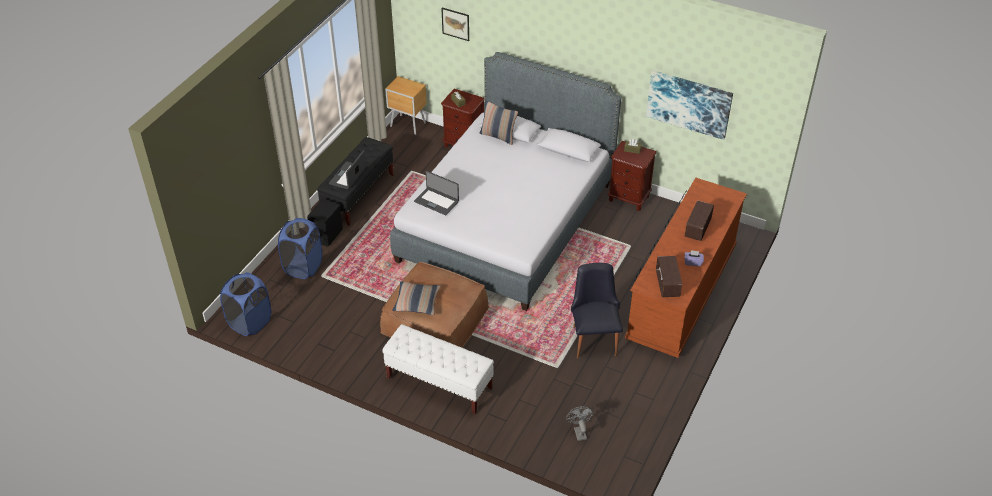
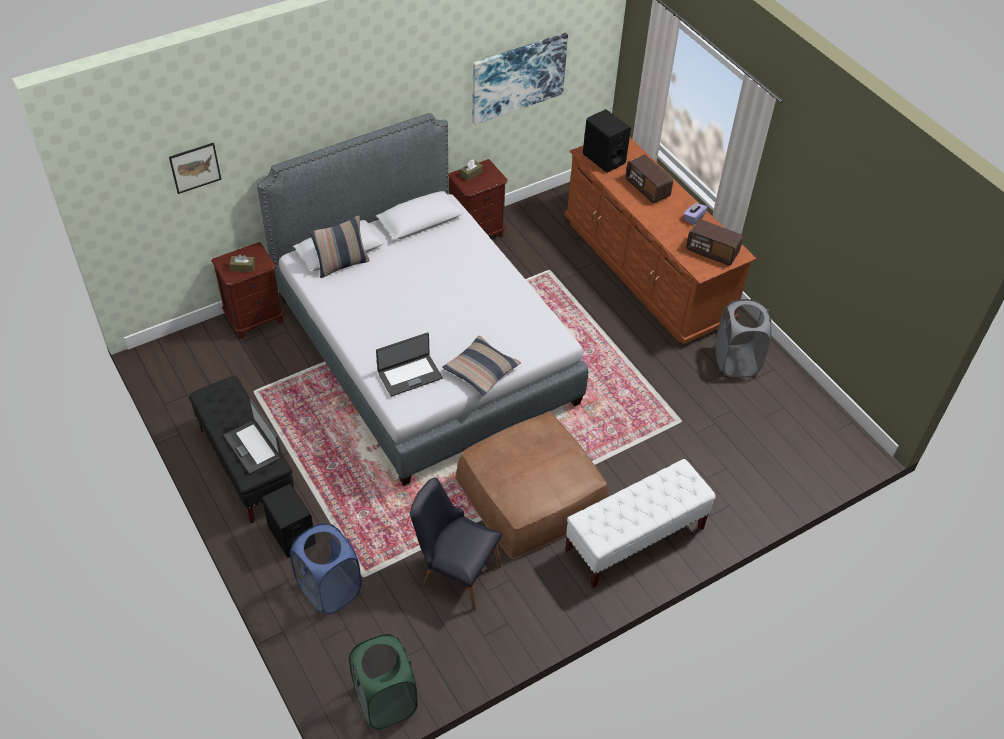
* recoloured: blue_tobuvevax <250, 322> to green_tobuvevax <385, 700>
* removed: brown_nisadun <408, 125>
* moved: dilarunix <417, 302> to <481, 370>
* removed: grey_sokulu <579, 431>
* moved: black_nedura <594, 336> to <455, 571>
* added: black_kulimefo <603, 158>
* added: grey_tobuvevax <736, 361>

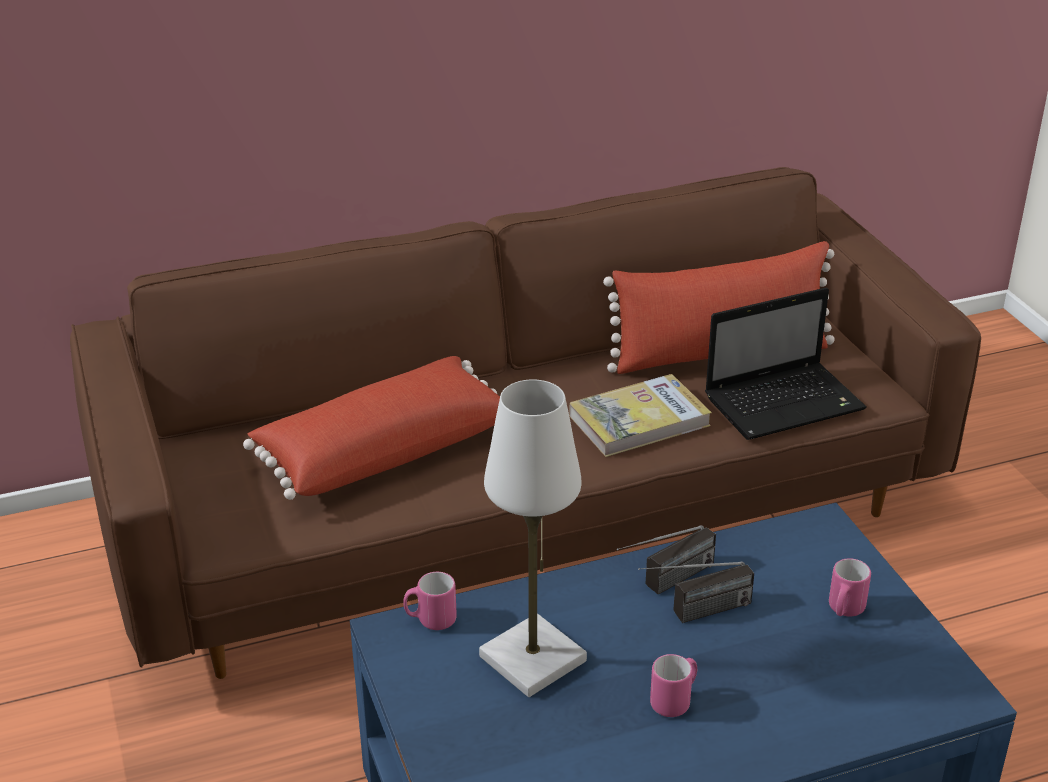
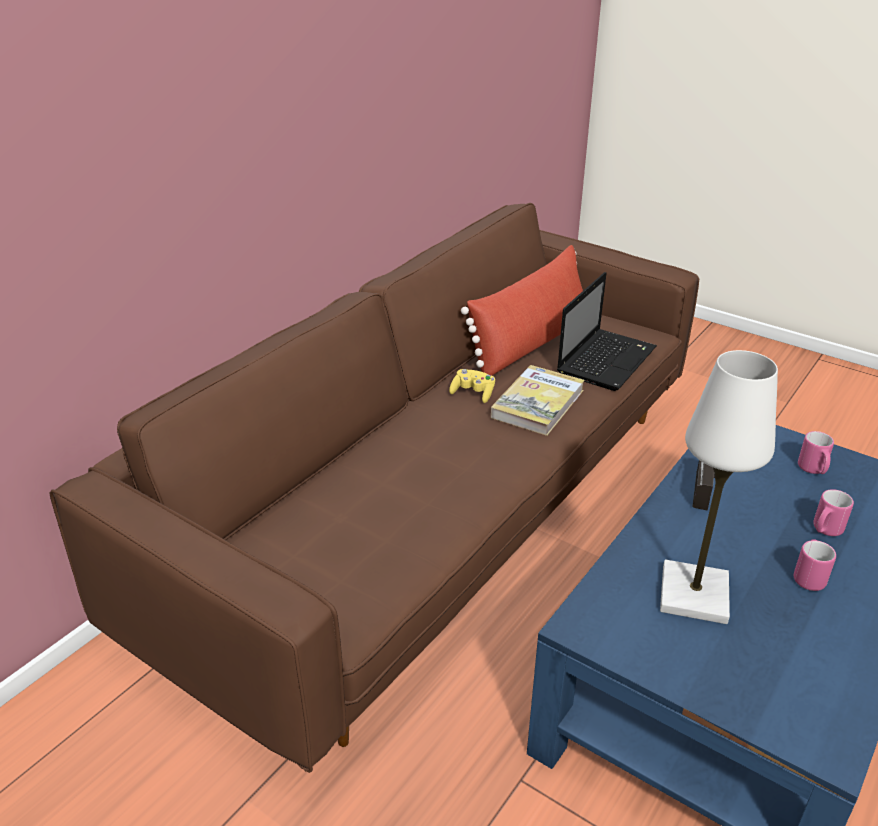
* removed: red_dilarunix <383, 450>
* moved: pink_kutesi <430, 620> to <825, 530>
* removed: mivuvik <694, 614>
* added: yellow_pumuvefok <473, 393>

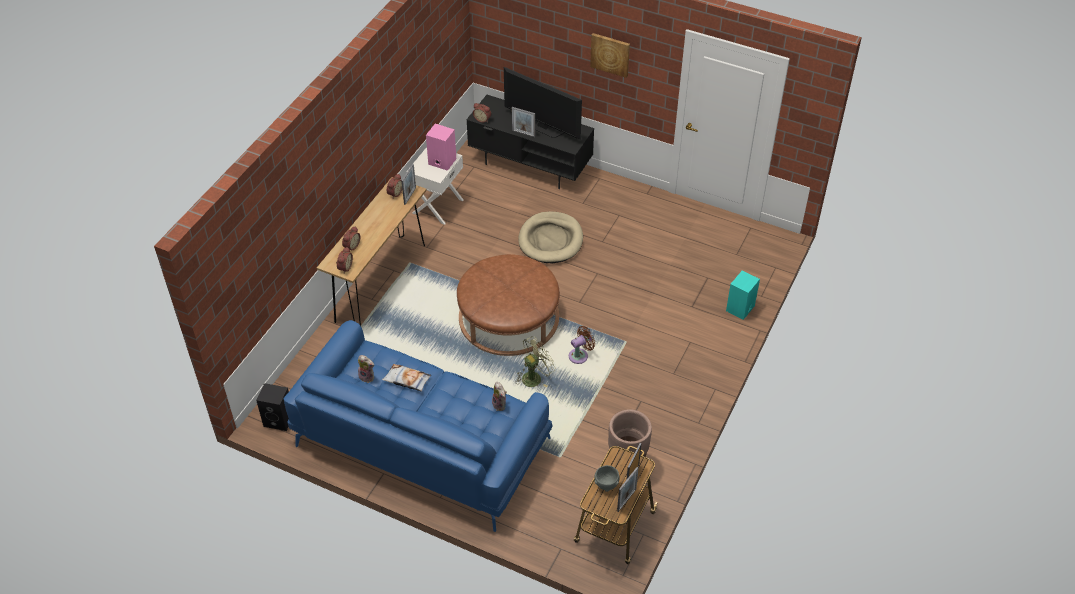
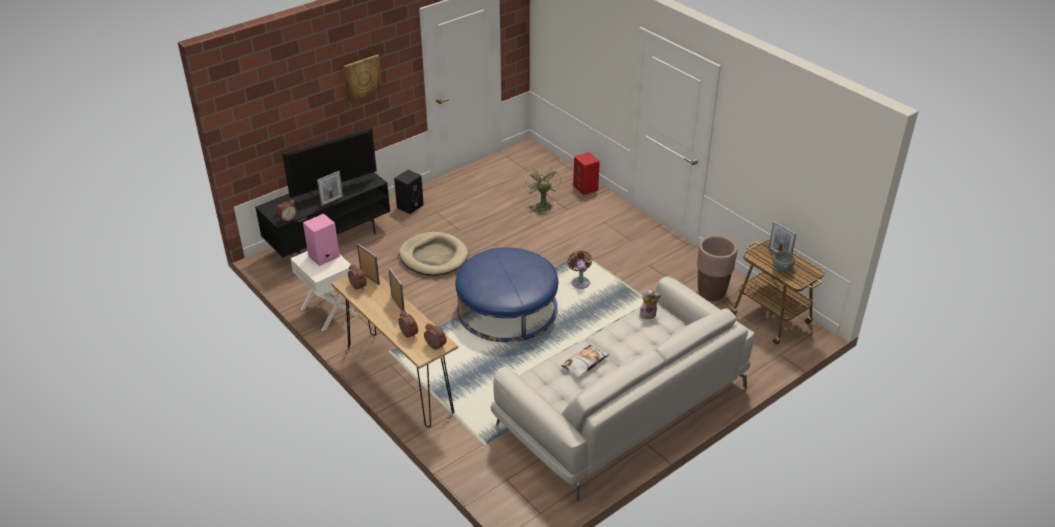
* moved: black_kulimefo <279, 419> to <410, 206>
* recoloured: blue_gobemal <421, 441> to white_gobemal <621, 407>
* removed: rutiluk <367, 376>
* recoloured: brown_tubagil <508, 317> to blue_tubagil <507, 308>
* moved: green_sokulu <534, 376> to <541, 204>
* moved: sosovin <626, 500> to <398, 304>
* recoloured: turquoise_kulimefo <740, 309> to red_kulimefo <586, 188>

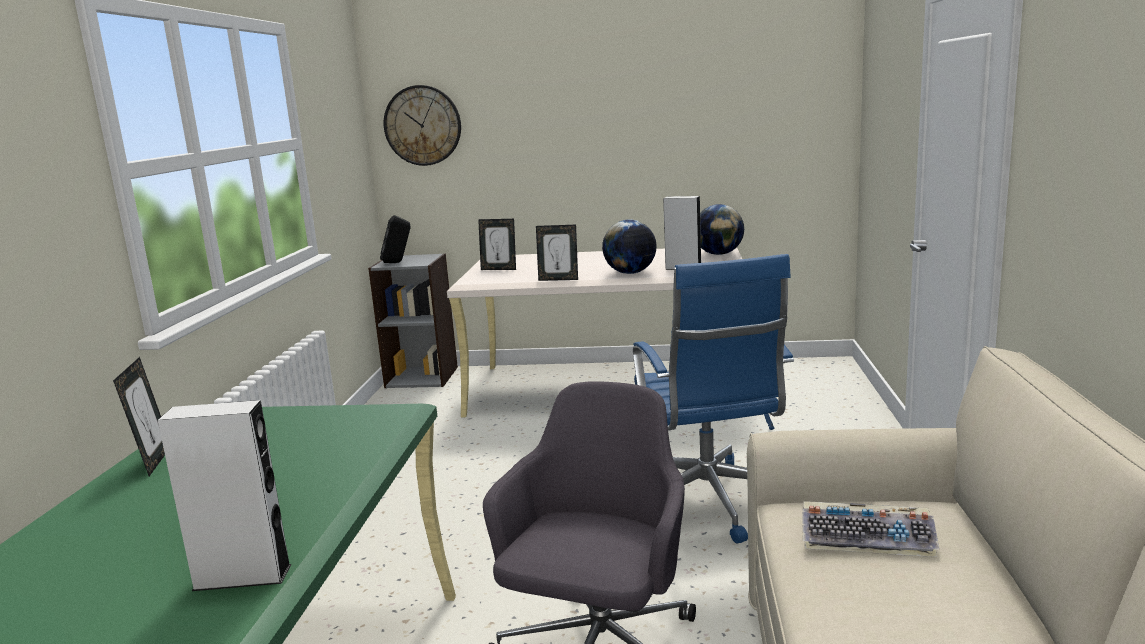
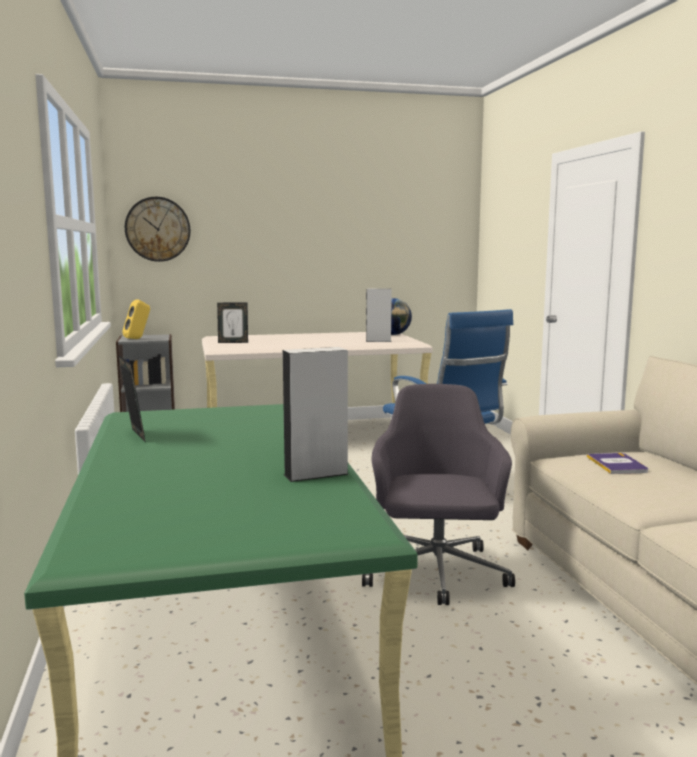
* recoloured: black_kulimefo <397, 262> to yellow_kulimefo <138, 338>
* removed: sosovin <558, 279>
* removed: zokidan <630, 273>
* replaced: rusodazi <868, 538> to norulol <617, 464>

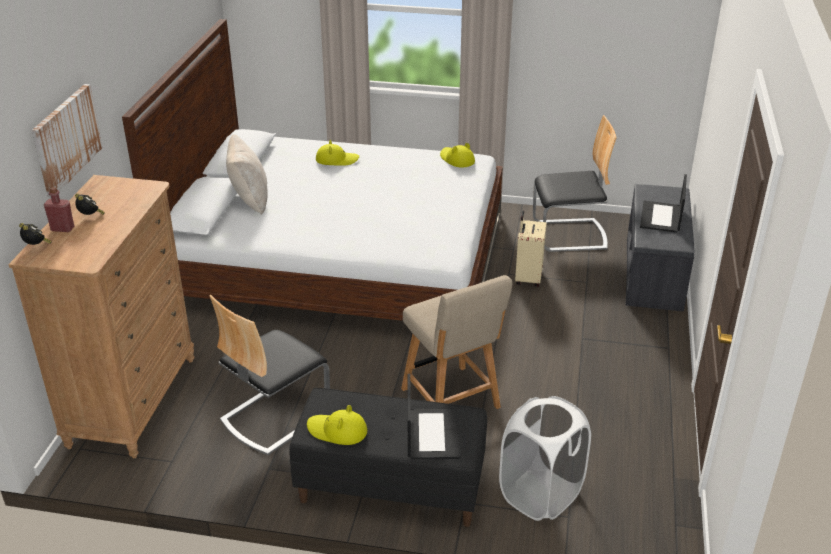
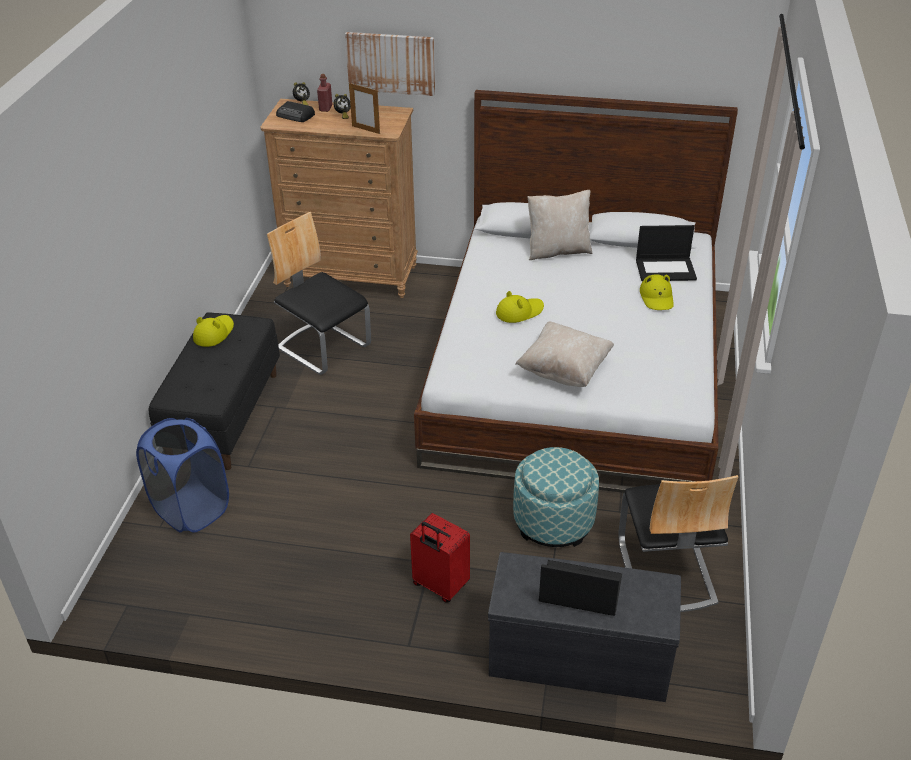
* removed: beige_nedura <452, 401>
* moved: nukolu <432, 433> to <666, 269>
* moved: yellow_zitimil <457, 159> to <519, 312>
* recoloured: white_tobuvevax <540, 495> to blue_tobuvevax <191, 509>
* replaced: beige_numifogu <527, 278> to tubagil <553, 521>
* added: mivuvik <296, 115>
* added: sosovin <366, 130>
* added: red_numifogu <439, 586>
* added: beige_dilarunix <564, 370>

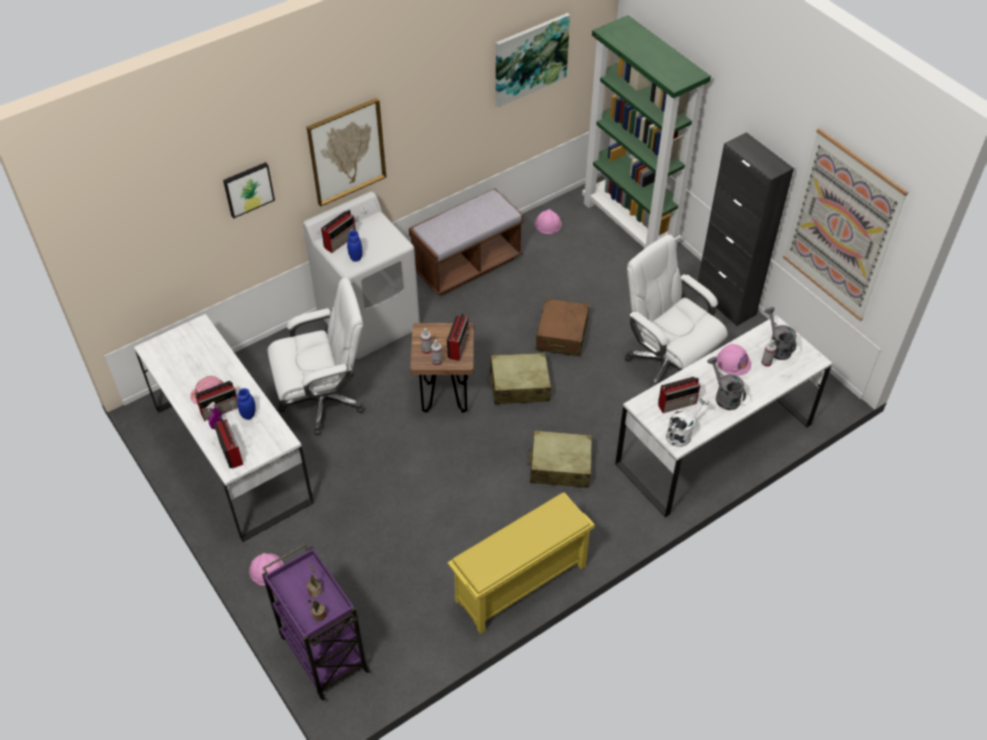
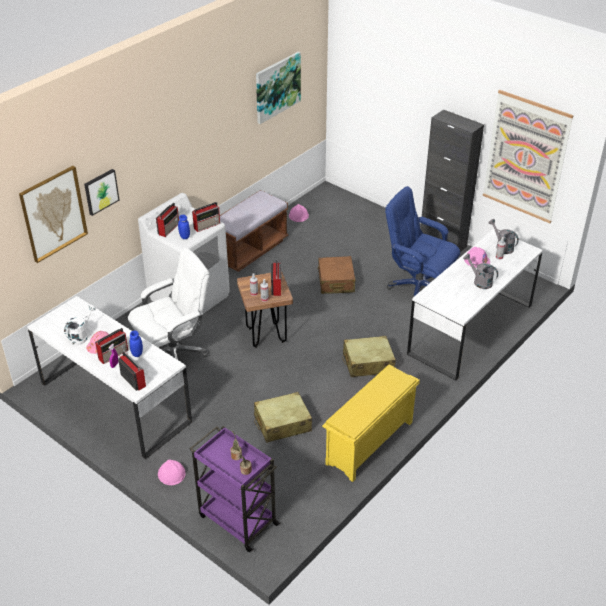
* moved: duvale <346, 151> to <53, 213>
* moved: beige_numifogu <519, 386> to <282, 424>
* removed: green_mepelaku <630, 225>
* recoloured: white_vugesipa <666, 364> to blue_vugesipa <417, 287>
* moved: mivuvik <678, 403> to <207, 225>
* moved: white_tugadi <682, 433> to <81, 336>

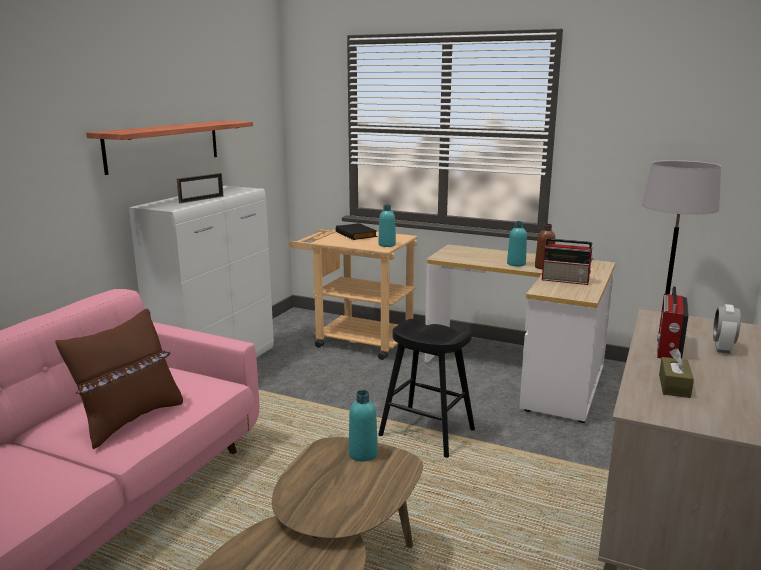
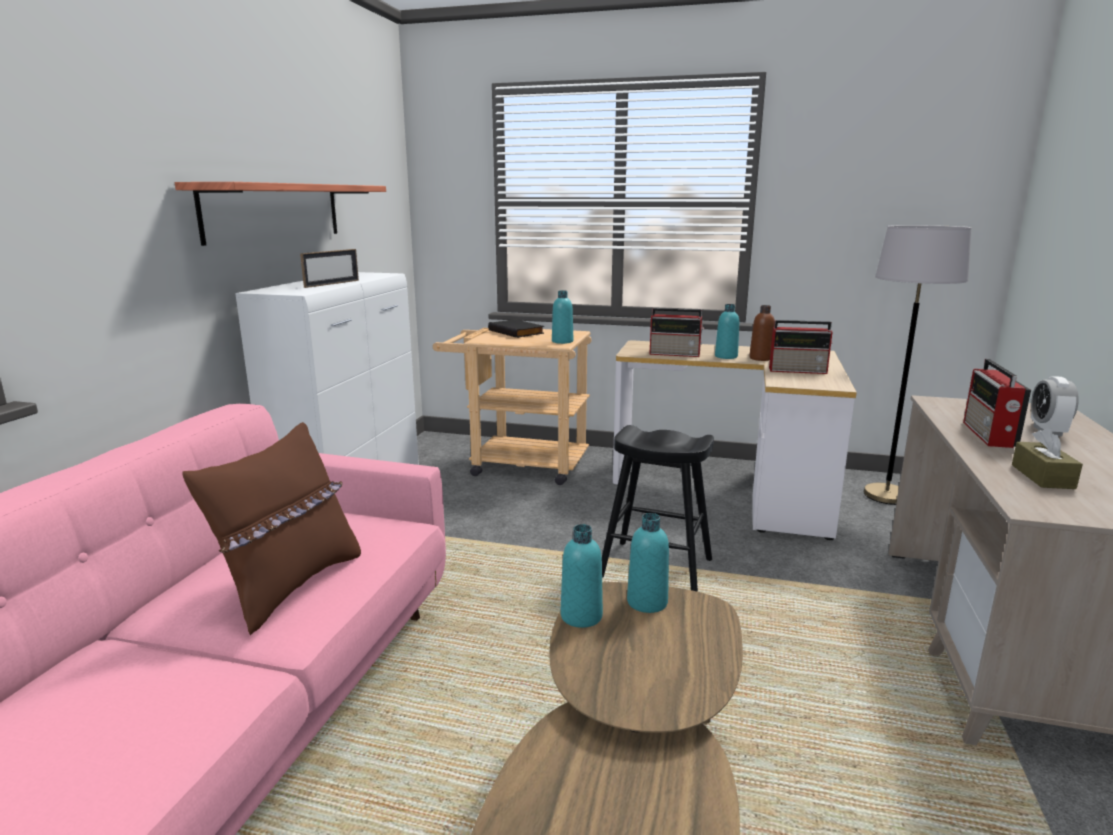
* added: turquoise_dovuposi <581, 616>
* added: mivuvik <676, 354>

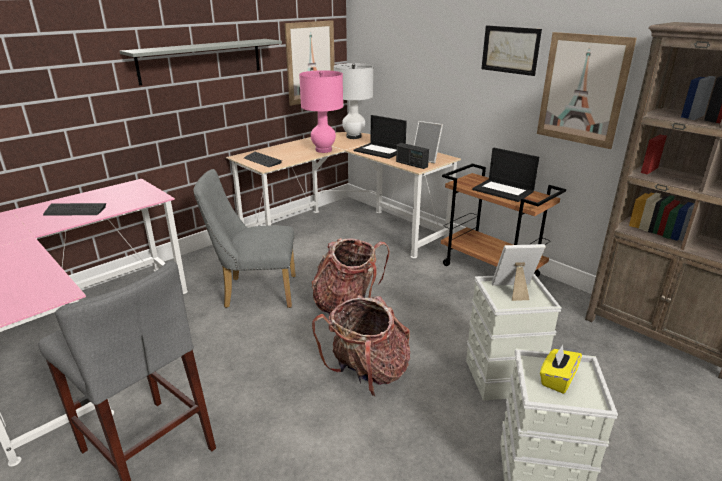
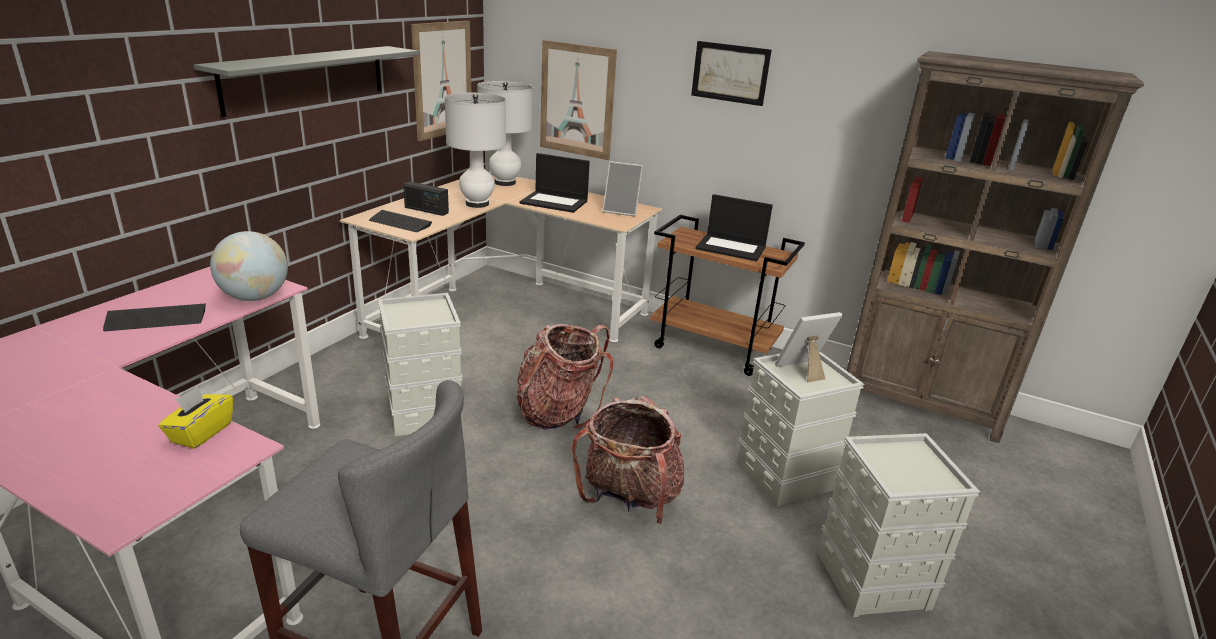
* replaced: grey_nedura <255, 292> to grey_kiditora <423, 412>
* recoloured: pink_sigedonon <323, 150> to white_sigedonon <477, 204>
* moved: mivuvik <411, 164> to <426, 210>
* moved: duvale <582, 90> to <577, 100>
* moved: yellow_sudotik <557, 379> to <201, 433>
* added: zokidan <255, 297>

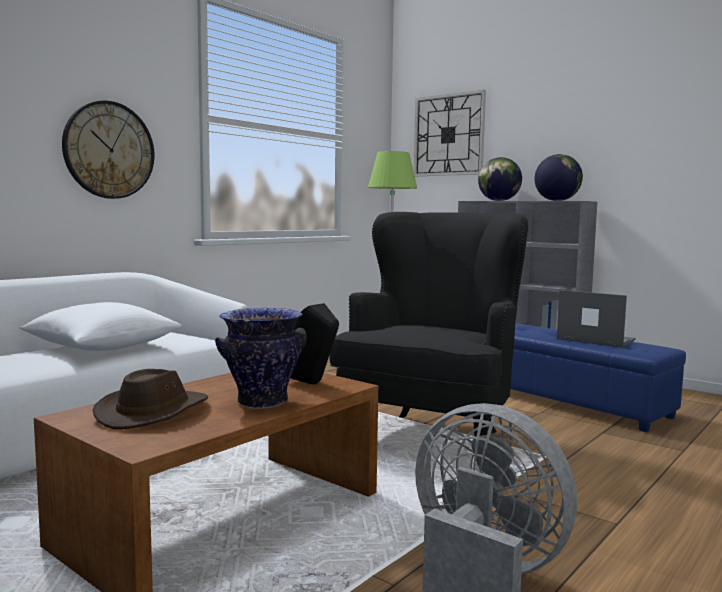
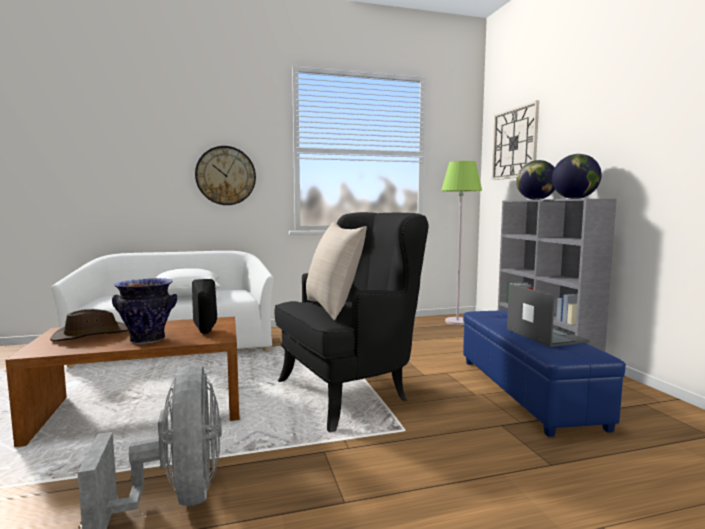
* added: beige_dilarunix <333, 308>

